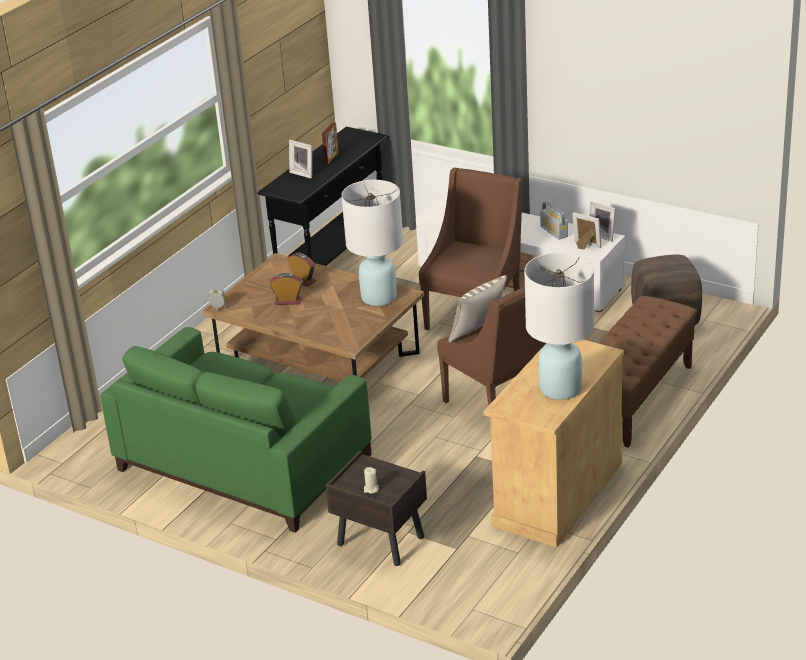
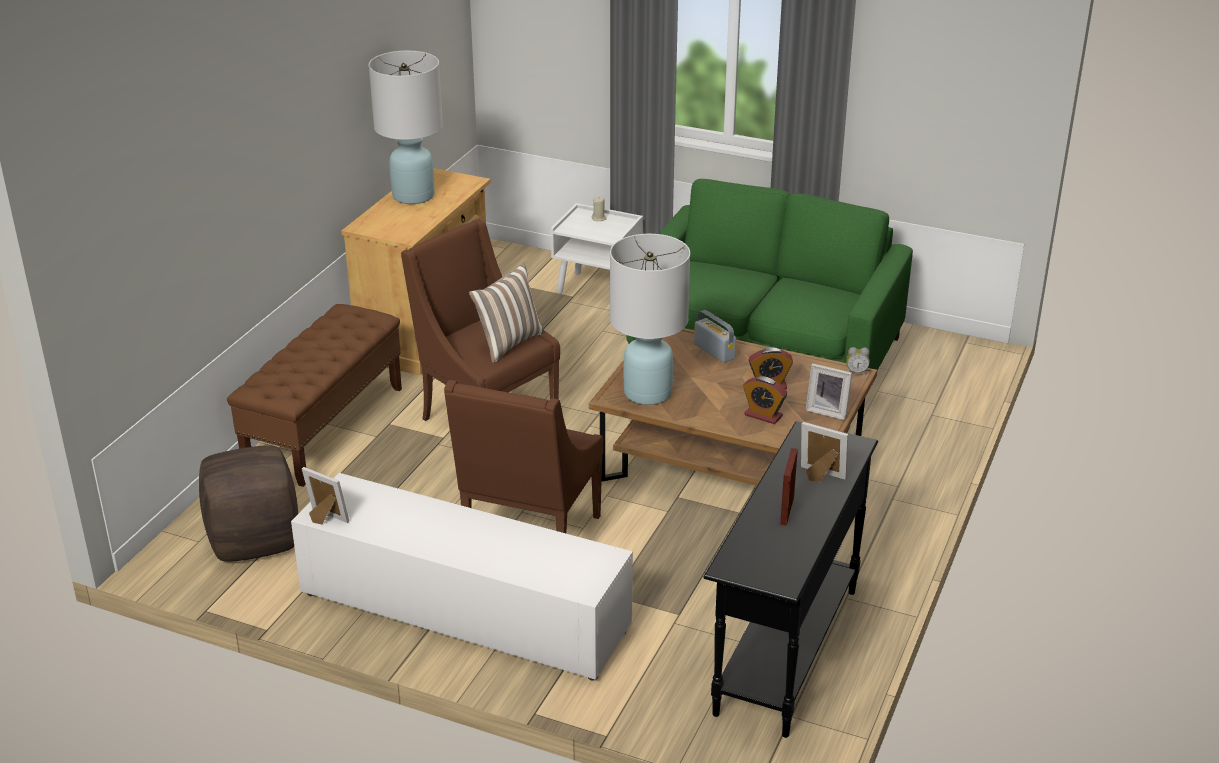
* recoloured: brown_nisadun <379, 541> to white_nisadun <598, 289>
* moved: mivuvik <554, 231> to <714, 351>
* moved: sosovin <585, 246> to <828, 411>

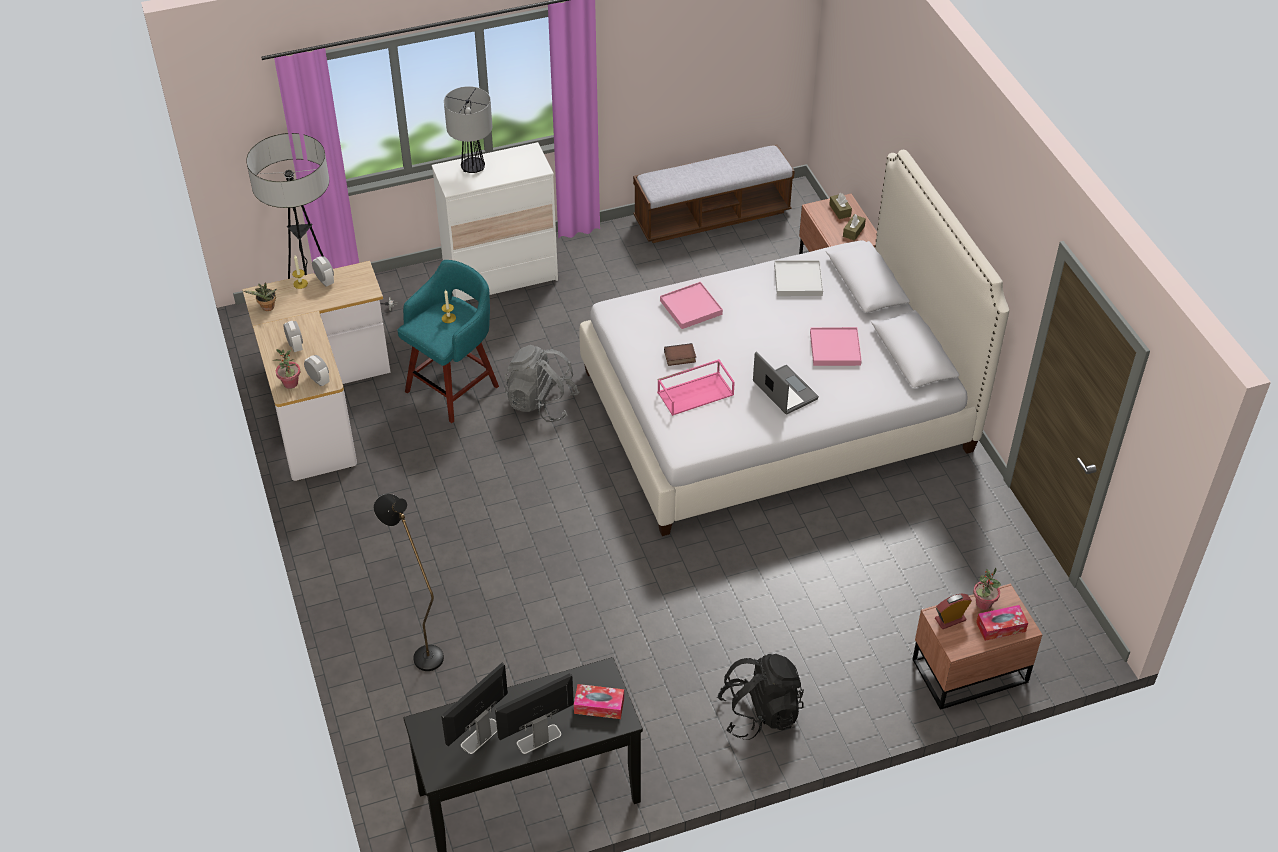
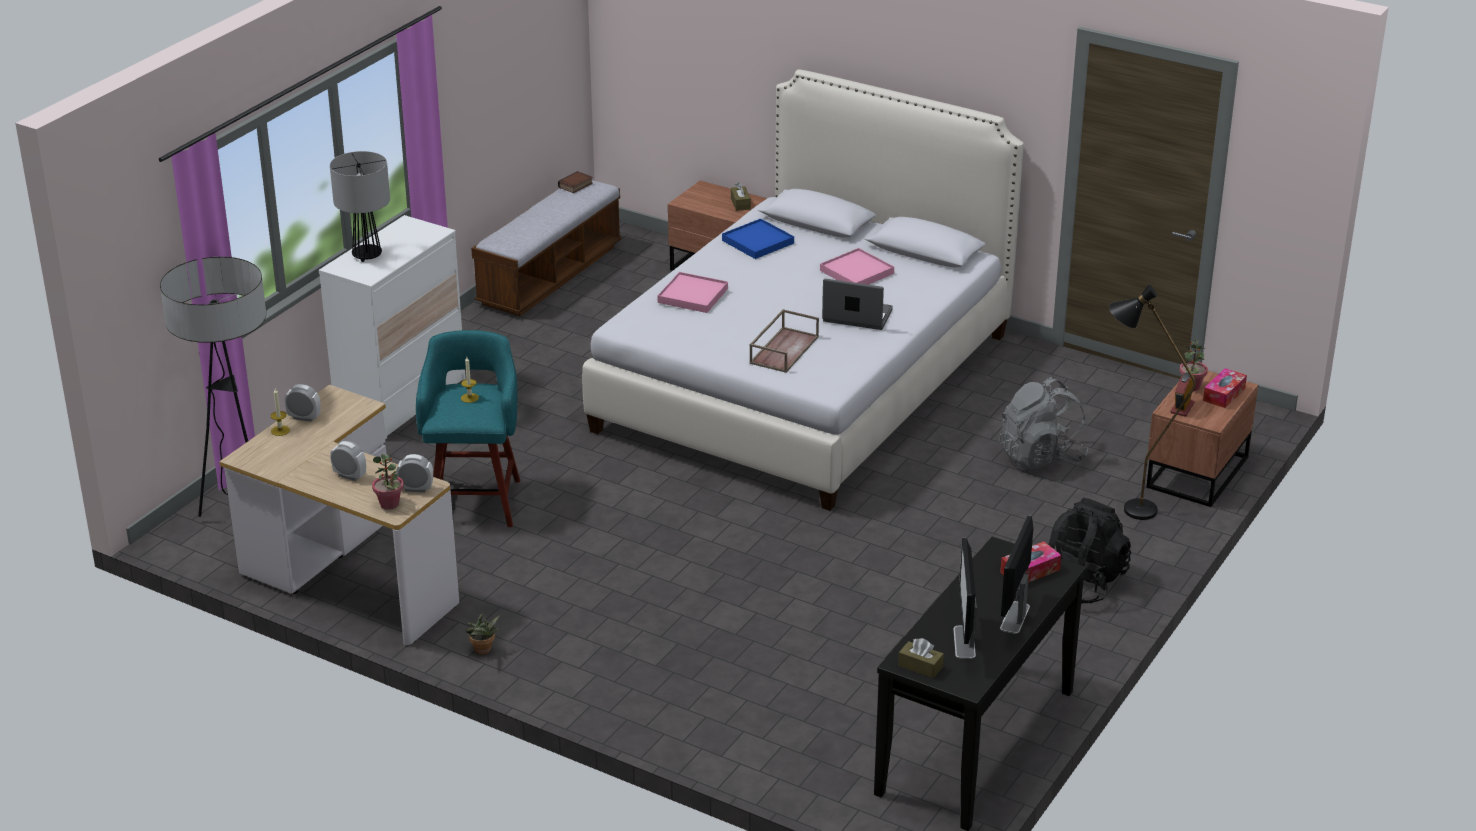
* moved: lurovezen <267, 308> to <483, 651>
* moved: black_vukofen <421, 651> to <1127, 509>
* moved: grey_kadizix <541, 403> to <1041, 457>
* recoloured: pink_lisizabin <696, 393> to brown_lisizabin <783, 349>
* moved: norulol <679, 357> to <576, 186>
* recoloured: white_lisizabin <798, 280> to blue_lisizabin <757, 242>
* moved: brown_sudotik <840, 210> to <920, 666>

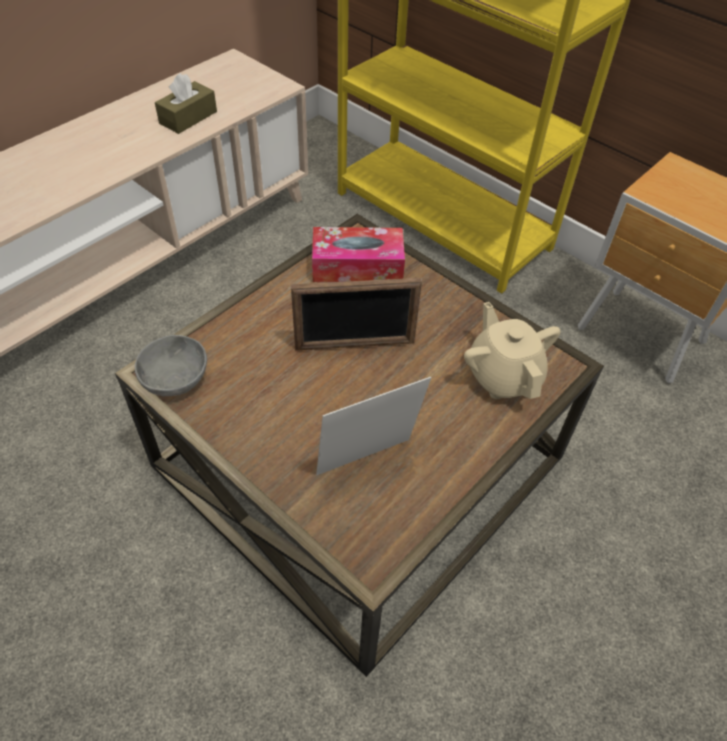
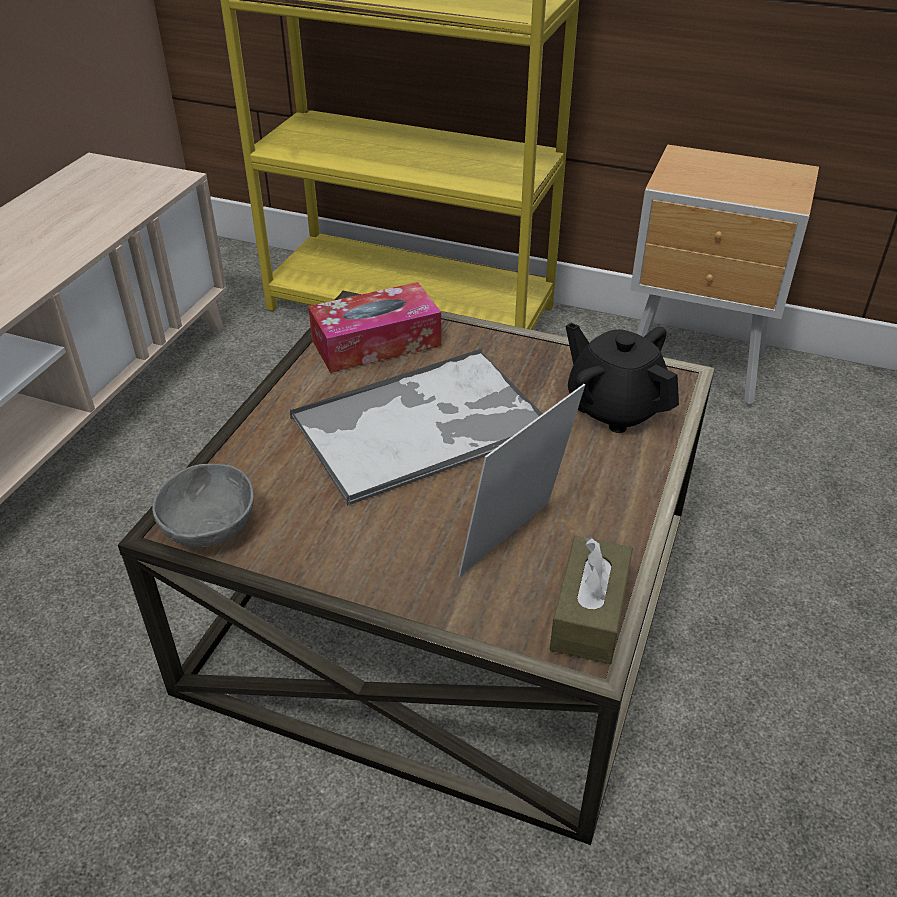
* moved: brown_sudotik <188, 117> to <589, 614>
* replaced: sosovin <355, 345> to lisizabin <422, 425>
* recoloured: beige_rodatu <503, 376> to black_rodatu <614, 408>

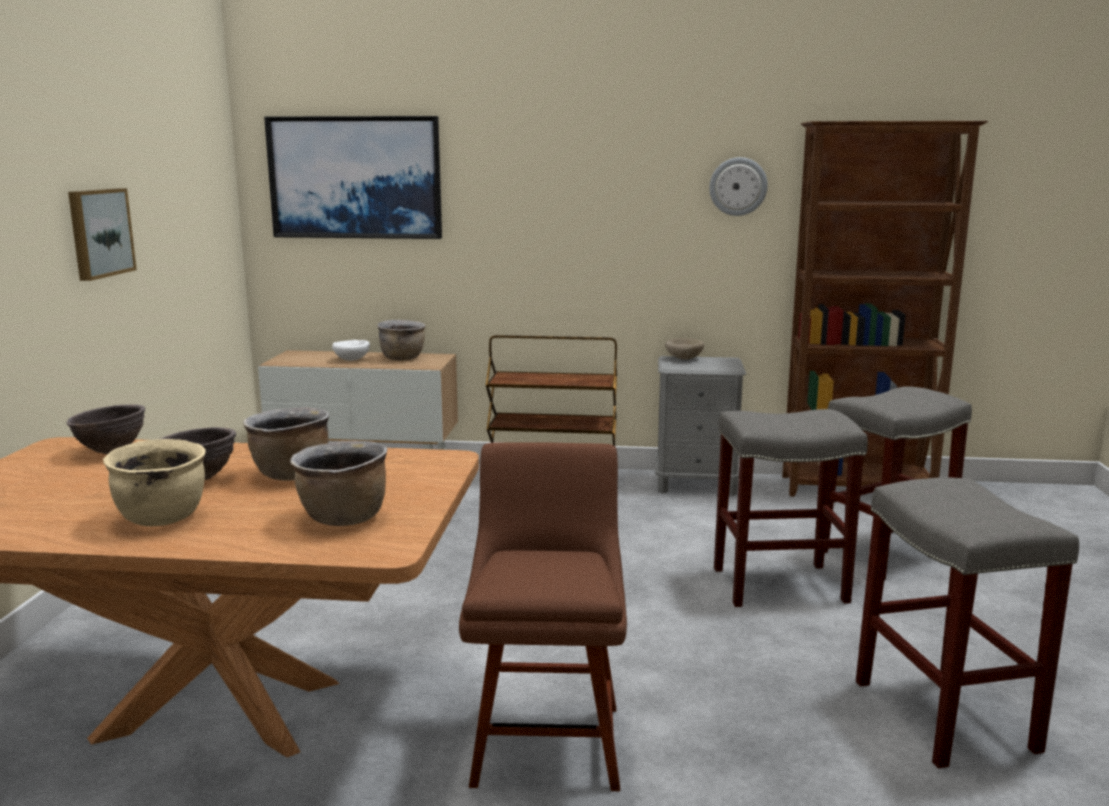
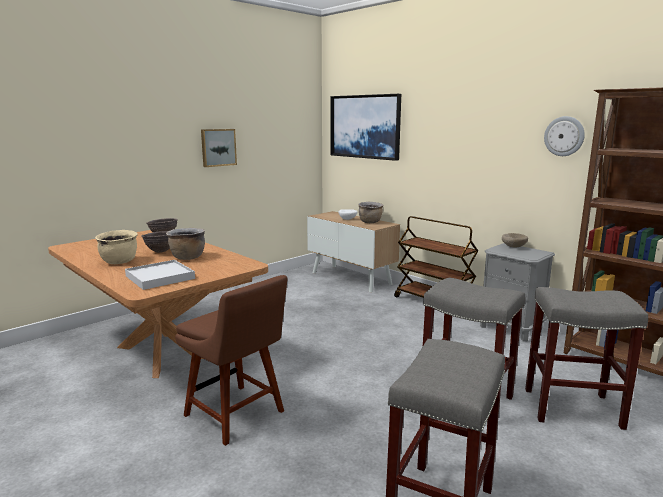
* replaced: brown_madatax <343, 519> to white_lisizabin <160, 277>
* turned: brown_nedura <547, 738> = <237, 415> 90 degrees clockwise

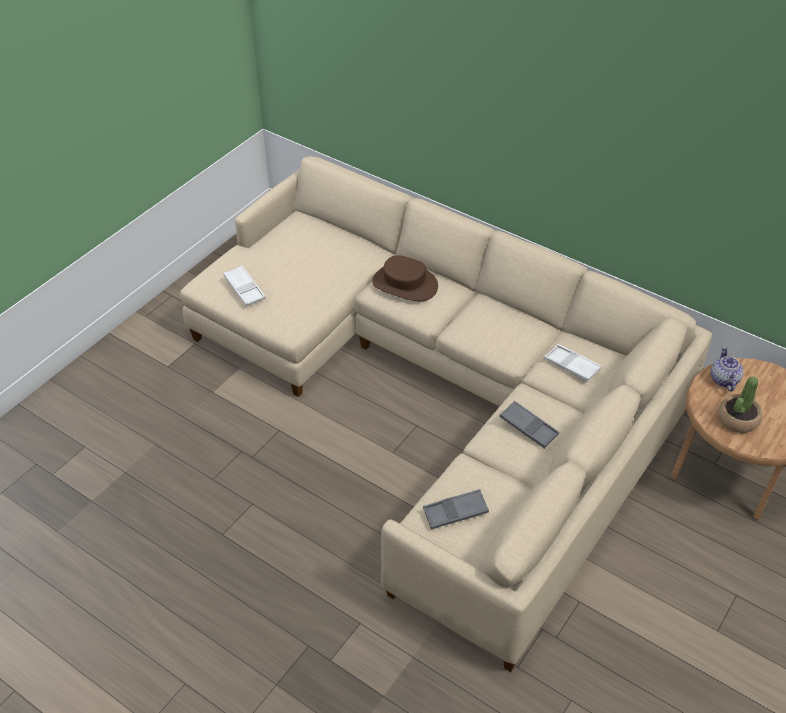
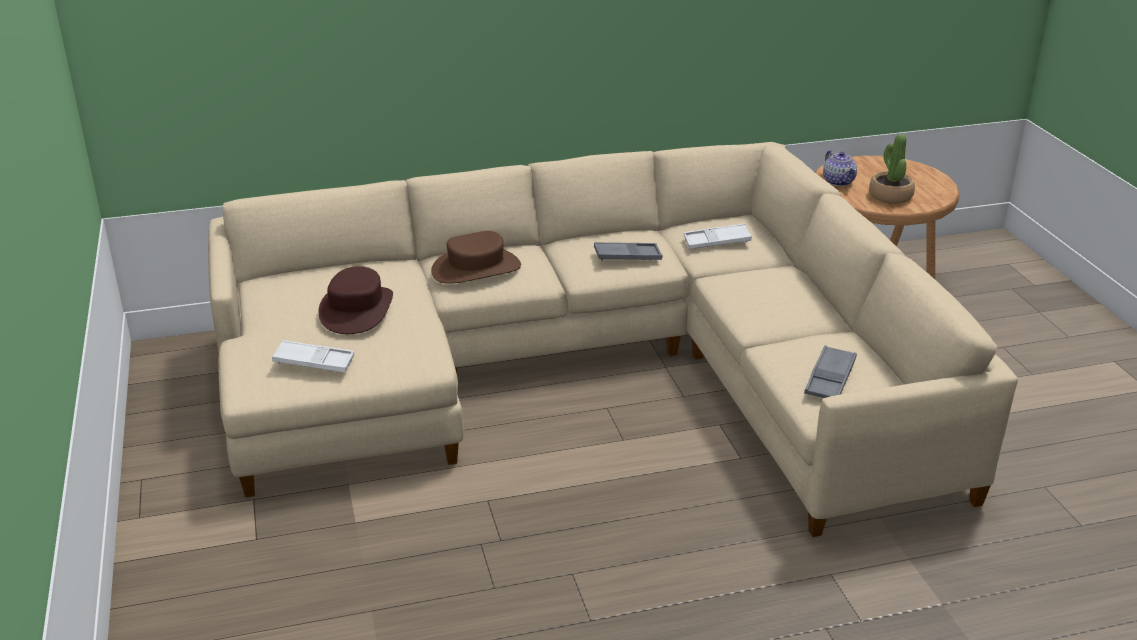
* moved: grey_lisizabin <528, 427> to <627, 256>
* turned: rodatu <723, 380> = <838, 181> 150 degrees counterclockwise
* added: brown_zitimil <356, 310>

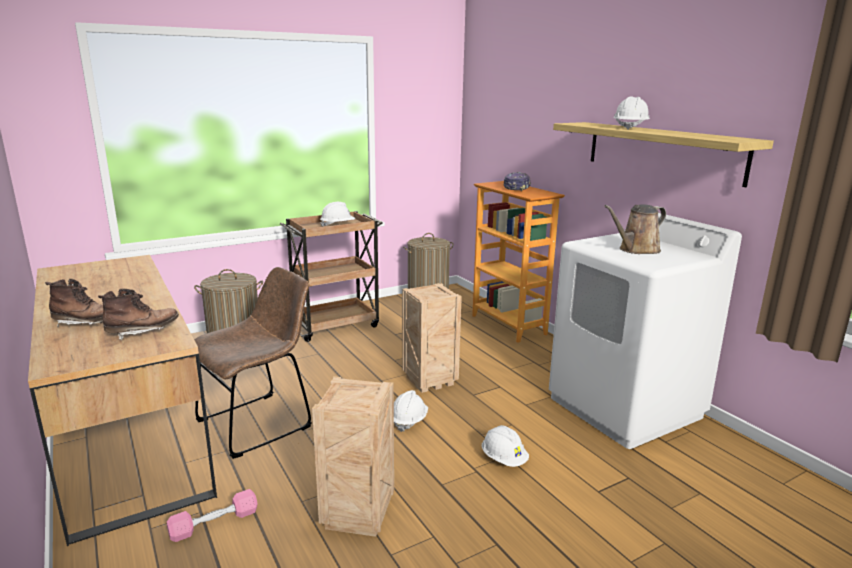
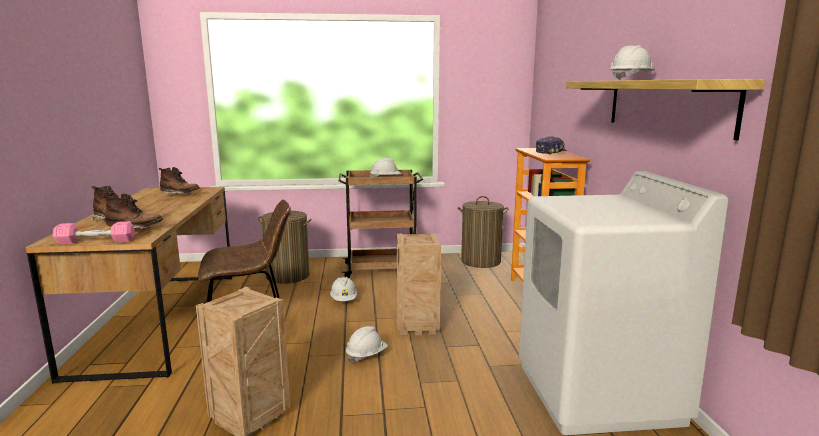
* moved: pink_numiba <214, 523> to <96, 241>
* moved: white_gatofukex <504, 459> to <344, 300>
* removed: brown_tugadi <636, 250>
* added: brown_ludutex <180, 195>

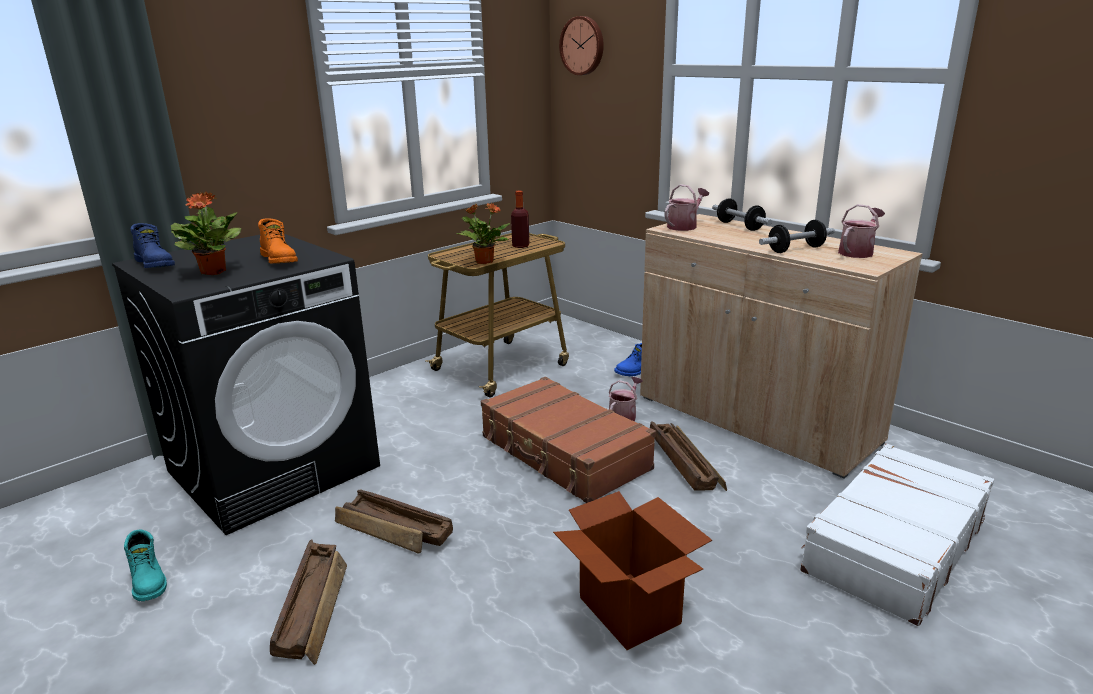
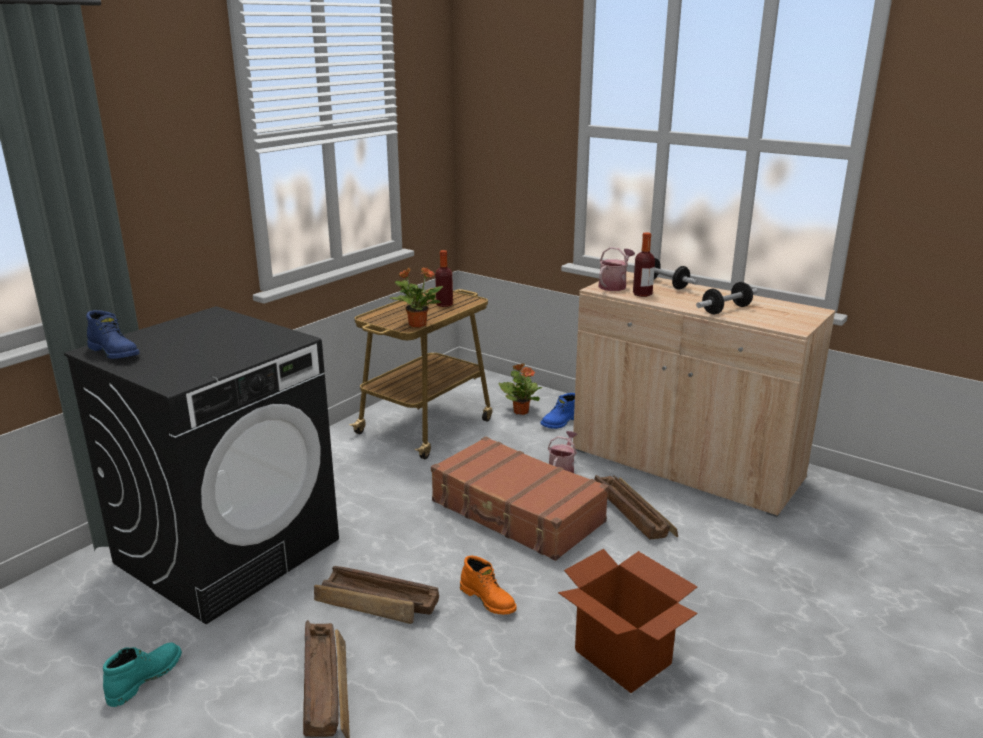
* turned: turquoise_ludutex <149, 581> = <144, 678> 105 degrees counterclockwise
* moved: lurovezen <214, 272> to <521, 411>
* moved: orange_ludutex <280, 260> to <488, 599>
* removed: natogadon <583, 46>
* removed: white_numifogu <893, 545>
* removed: tugadi <858, 252>
* added: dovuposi <642, 294>

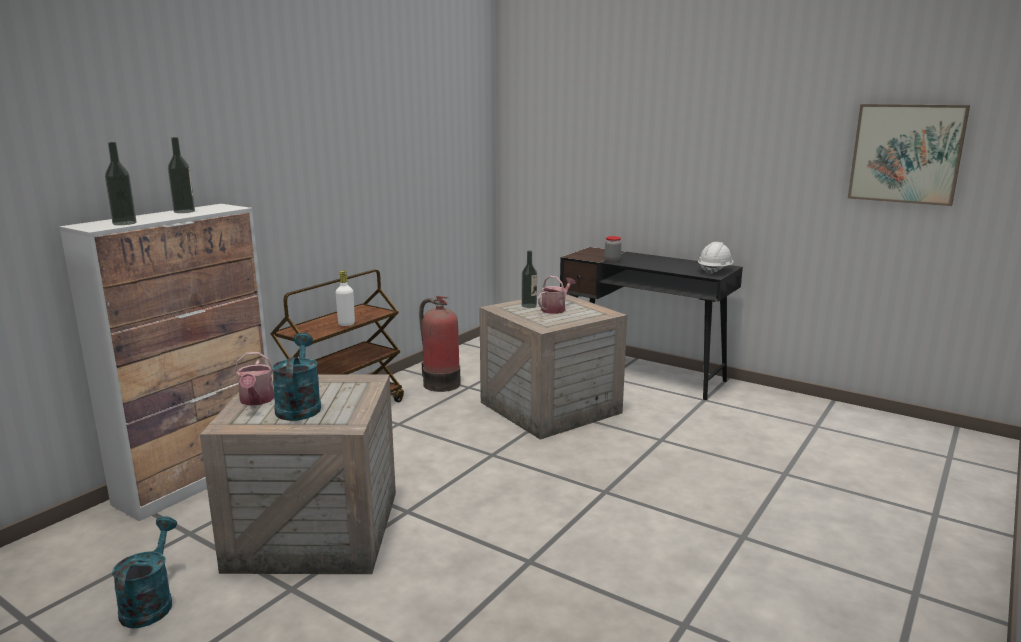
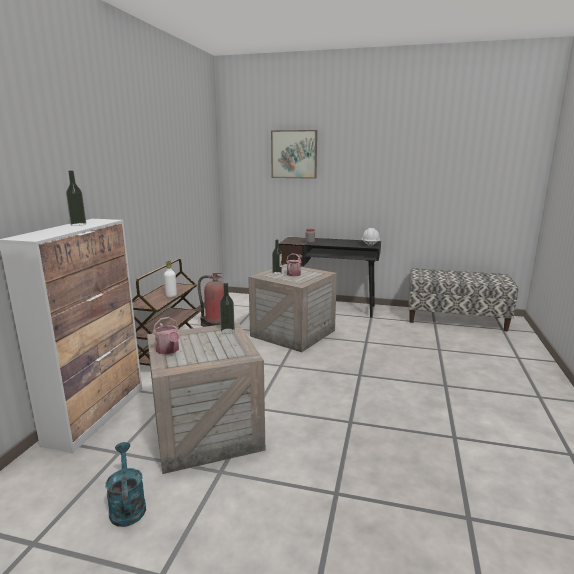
* moved: dovuposi <124, 223> to <227, 331>
* removed: turquoise_tugadi <299, 406>
* moved: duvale <906, 153> to <294, 154>
* added: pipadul <455, 319>

